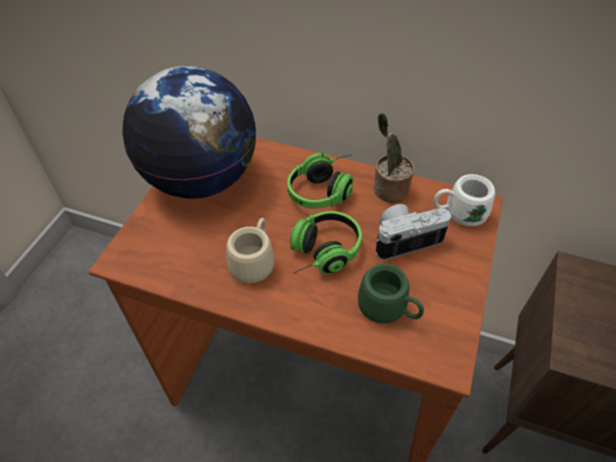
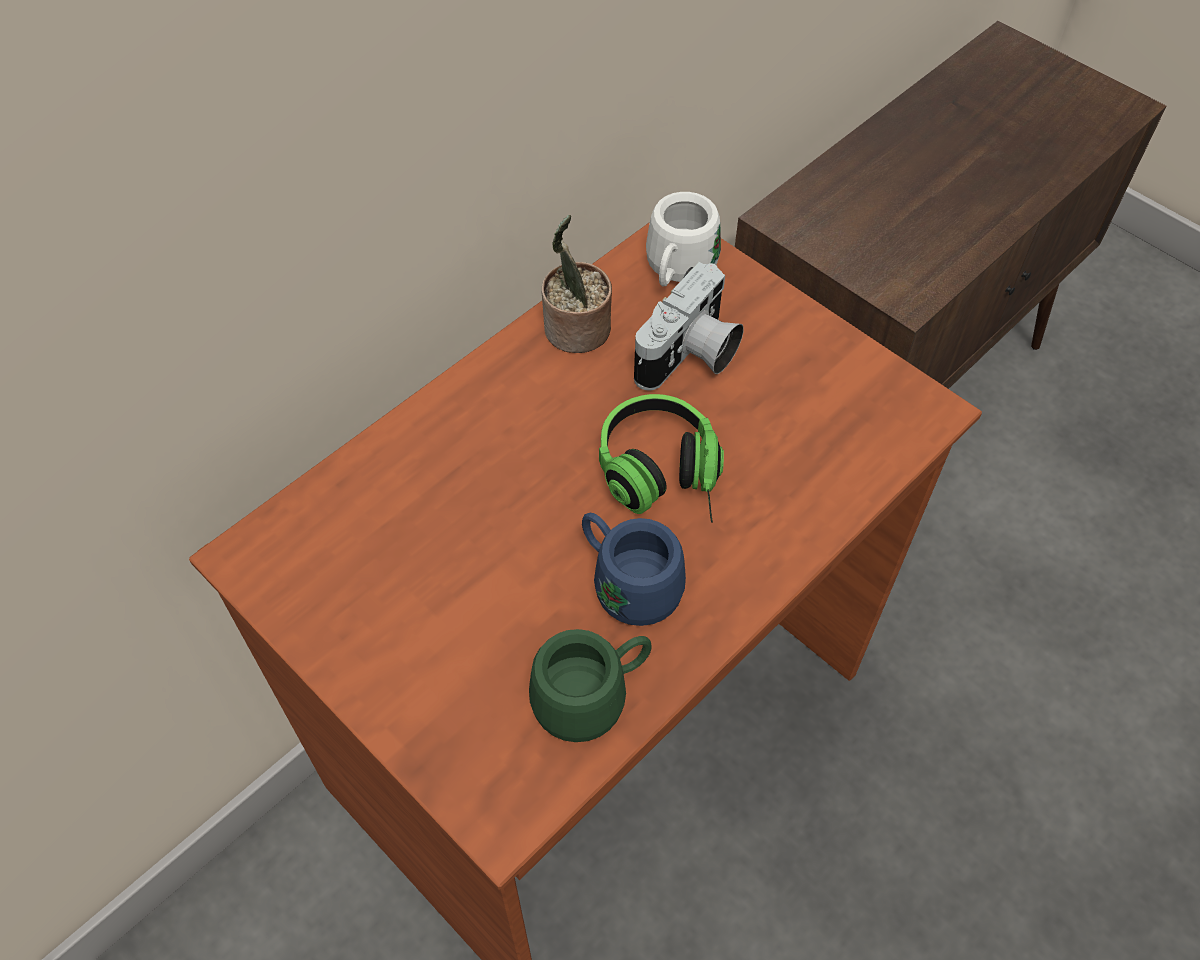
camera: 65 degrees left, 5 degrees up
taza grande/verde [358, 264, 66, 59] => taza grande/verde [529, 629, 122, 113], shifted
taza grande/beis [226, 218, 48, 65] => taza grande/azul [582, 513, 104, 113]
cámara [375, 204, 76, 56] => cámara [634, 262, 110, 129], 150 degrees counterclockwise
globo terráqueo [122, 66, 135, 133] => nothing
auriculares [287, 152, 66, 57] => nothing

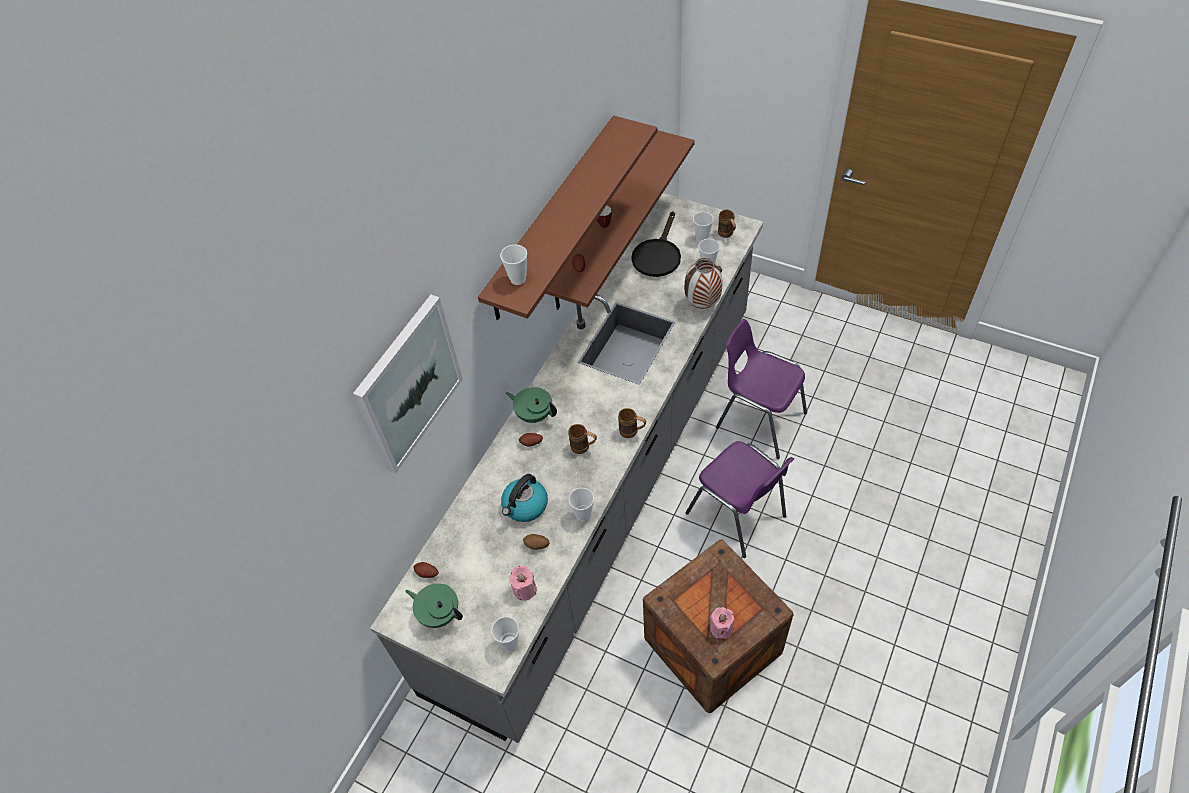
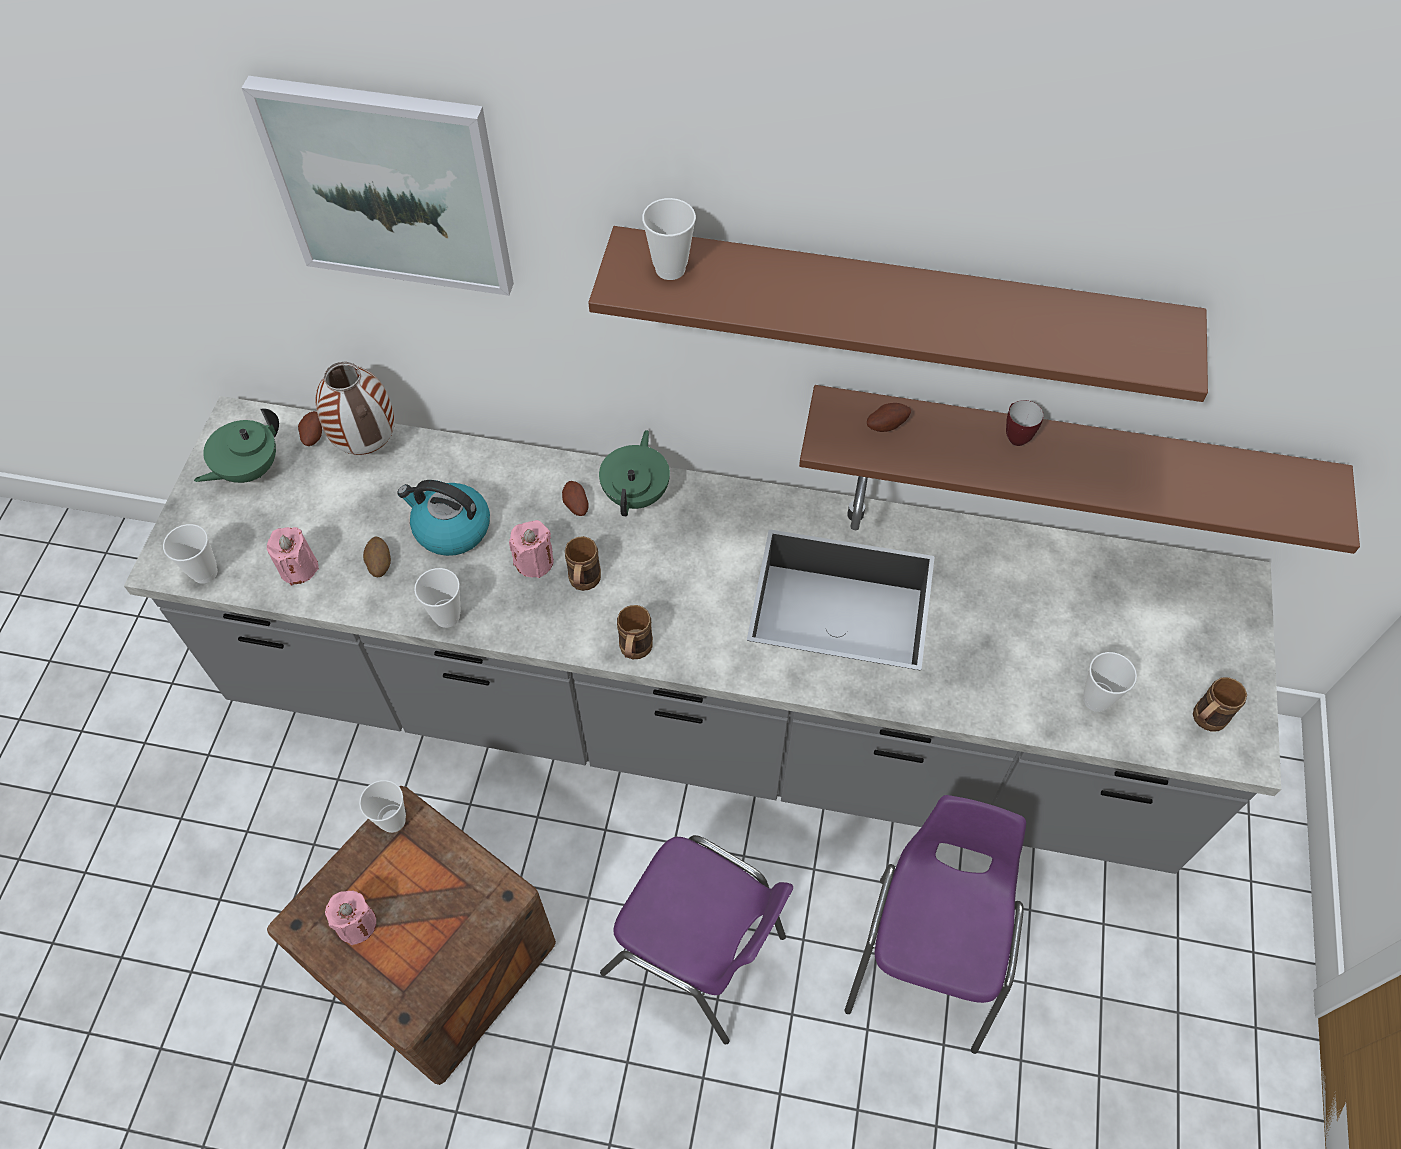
camera: 70 degrees right, 5 degrees up
tetera/verde [405, 583, 58, 45] => tetera/verde [194, 408, 85, 75], 150 degrees counterclockwise
florero [684, 258, 39, 51] => florero [315, 362, 80, 93], shifted
taza [693, 212, 20, 30] => taza [359, 780, 47, 53], shifted
nothing => vela/rosa [509, 520, 45, 58]
silla/morado [686, 441, 108, 117] => silla/morado [600, 835, 193, 210], 90 degrees counterclockwise
sartén/negro [631, 211, 50, 66] => nothing

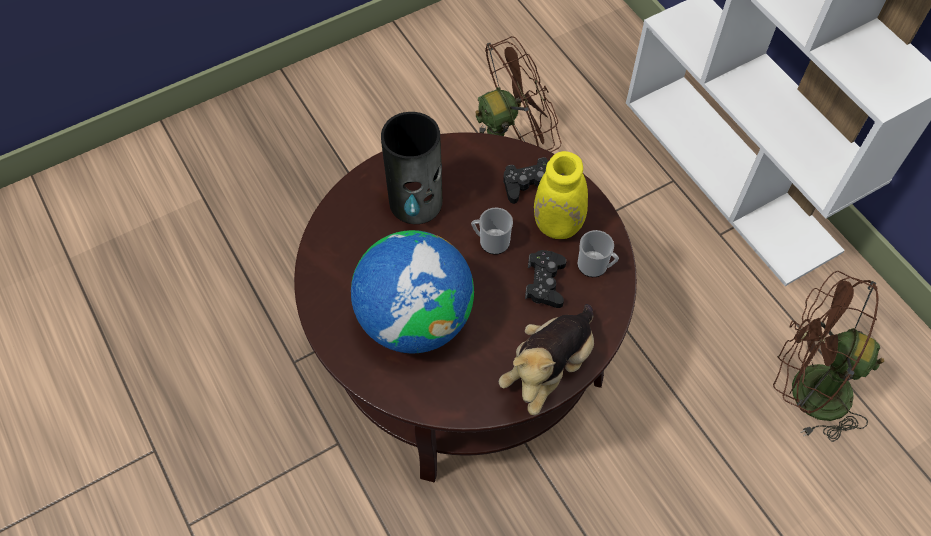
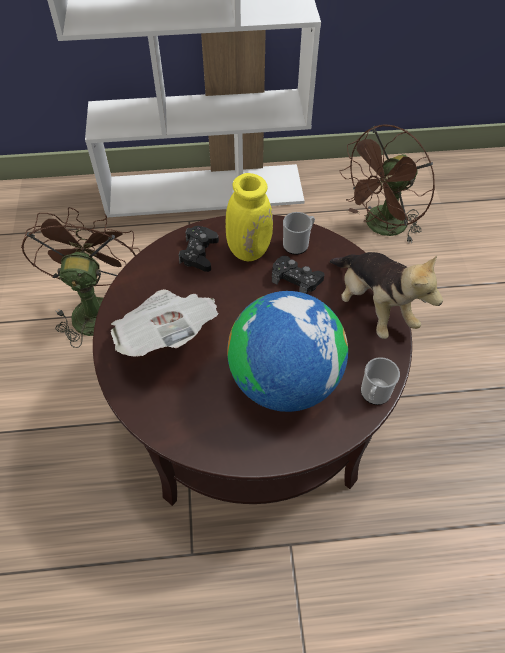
camera: 65 degrees left, 5 degrees down
florero [381, 112, 61, 112] => periódico [111, 289, 108, 68]
taza grande [471, 208, 42, 47] => taza grande [361, 357, 39, 48], shifted

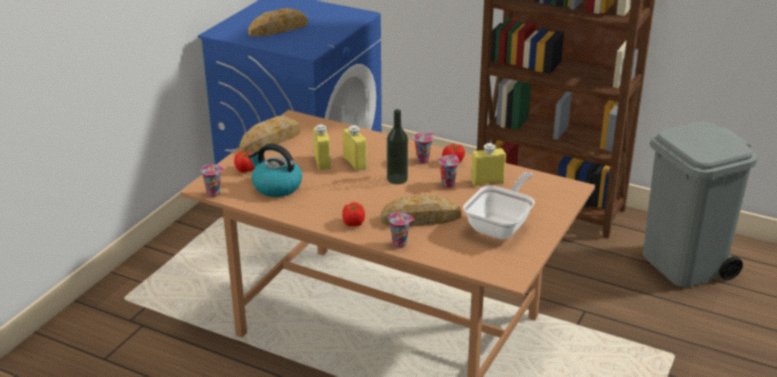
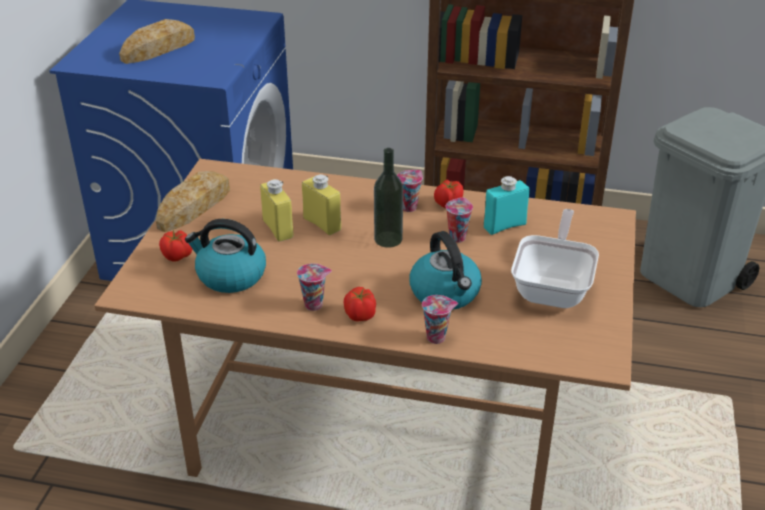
camera: 15 degrees left, 5 degrees up
taza [201, 164, 24, 33] => taza [297, 264, 35, 47], shifted
pan [381, 194, 81, 32] => hervidor [409, 231, 73, 79]
botella/amarillo [471, 143, 35, 43] => botella/turquesa [484, 176, 46, 59]

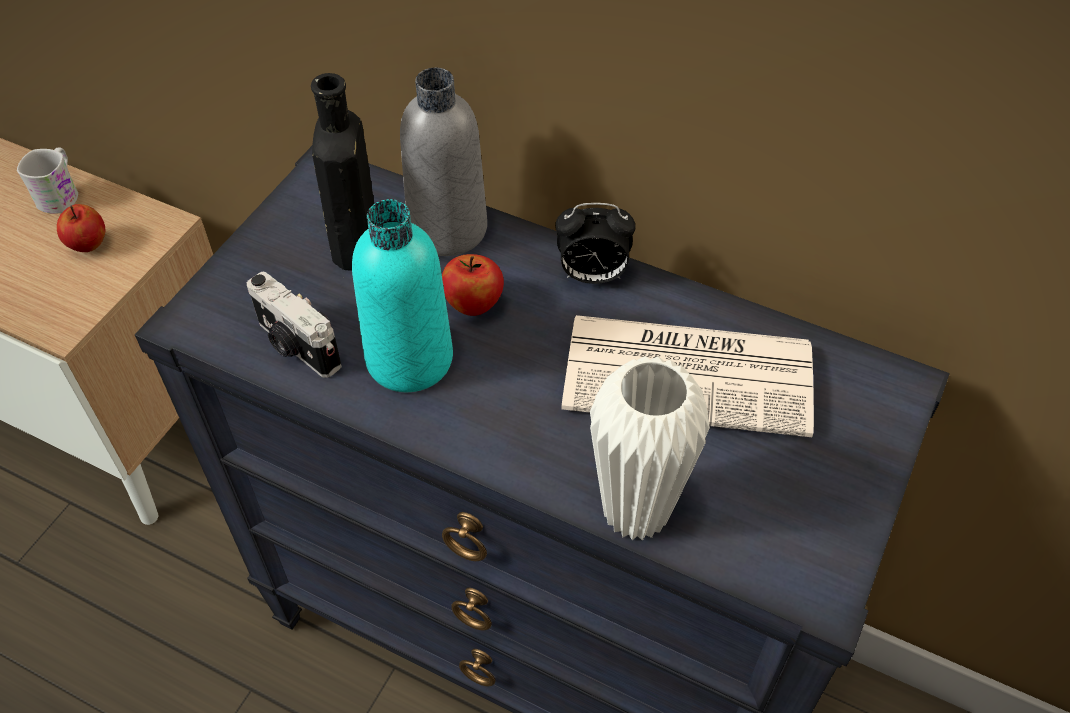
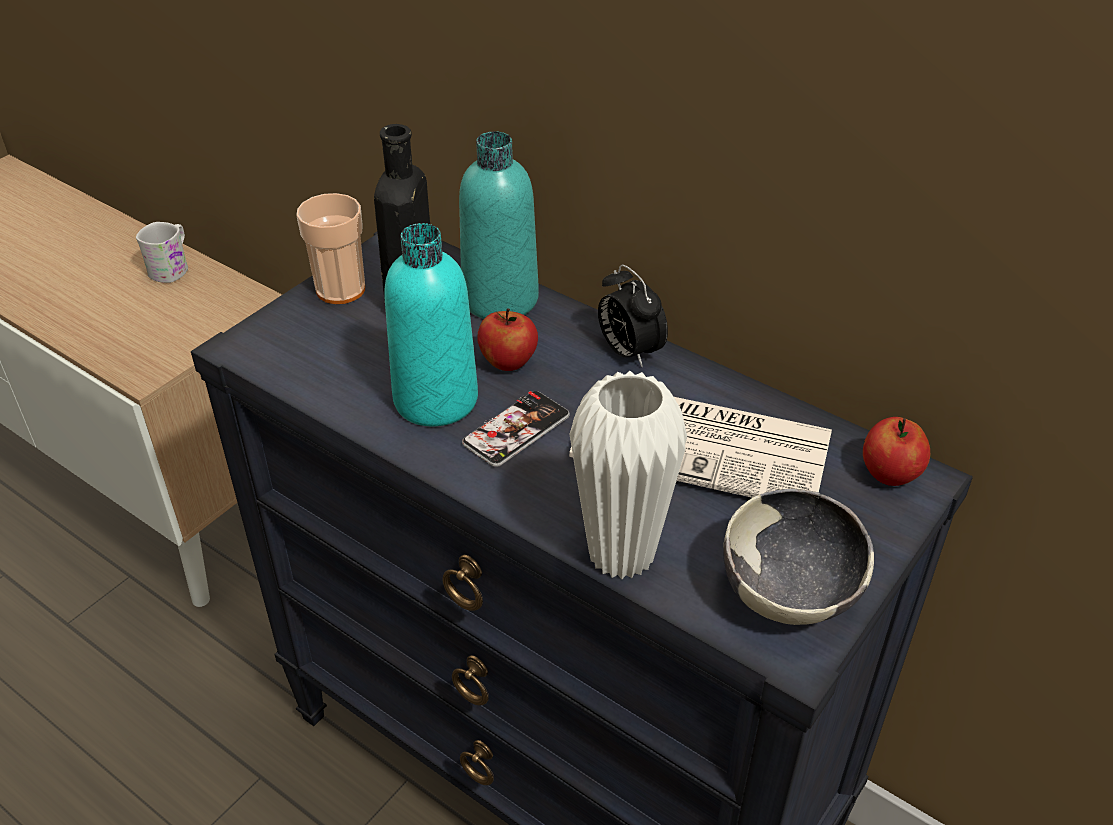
camera: 10 degrees right, 10 degrees down
nothing => taza [296, 193, 69, 111]
botella/gris [400, 68, 87, 188] => botella/turquesa [459, 131, 80, 188]
nothing => móvil [462, 391, 108, 76]
despertador [555, 203, 81, 81] => despertador [598, 264, 70, 103], 45 degrees clockwise
nothing => cuenco [723, 489, 151, 136]
manzana [57, 204, 48, 48] => manzana [863, 417, 67, 69], shifted
cámara [247, 272, 95, 106] => nothing

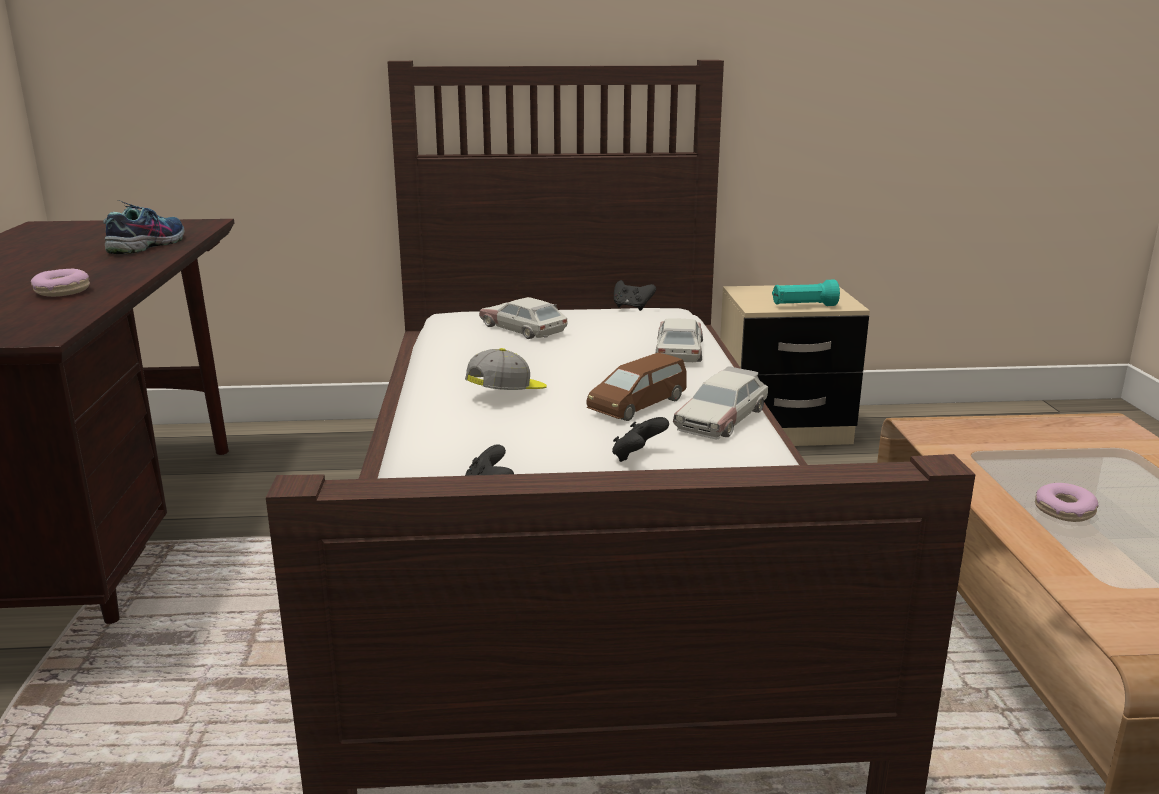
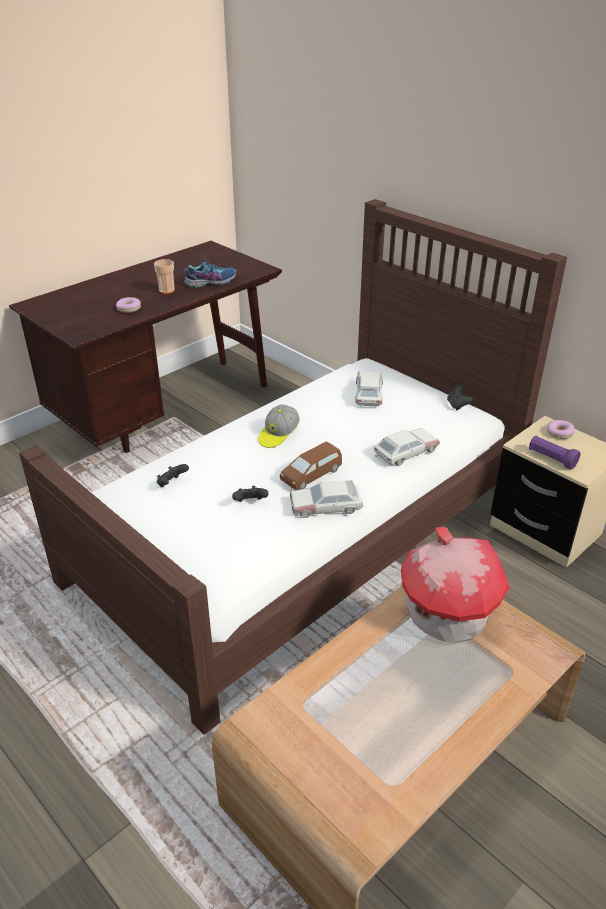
camera: 50 degrees right, 15 degrees up
nothing => taza [154, 259, 21, 35]
gorra [465, 348, 82, 42] => gorra [258, 404, 42, 44], 120 degrees clockwise
coche de juguete/marrón [587, 353, 100, 68] => coche de juguete/marrón [280, 441, 62, 49], 45 degrees counterclockwise
nothing => casita [401, 527, 109, 115]
linterna/turquesa [772, 280, 68, 26] => linterna/morado [529, 436, 52, 34]
rosquilla [1035, 483, 63, 39] => rosquilla [547, 420, 28, 19], shifted

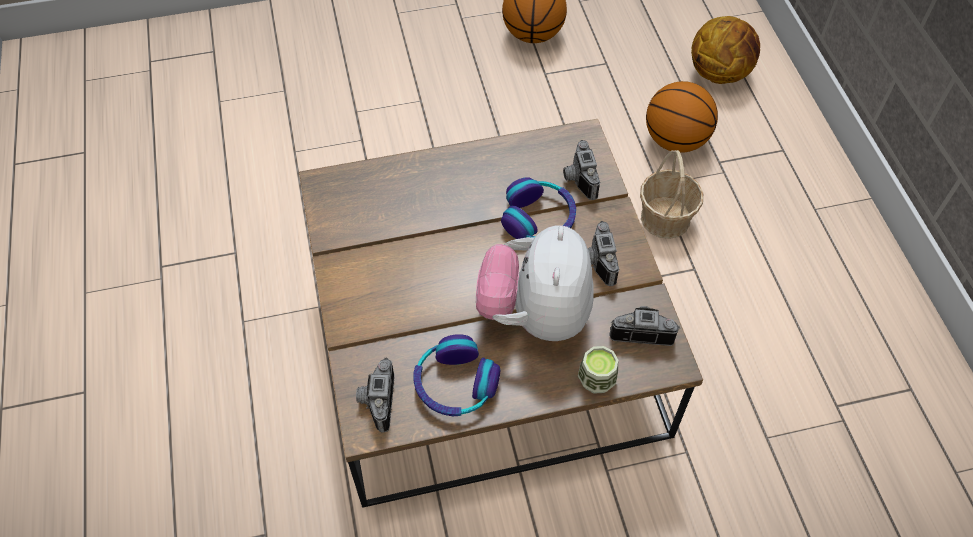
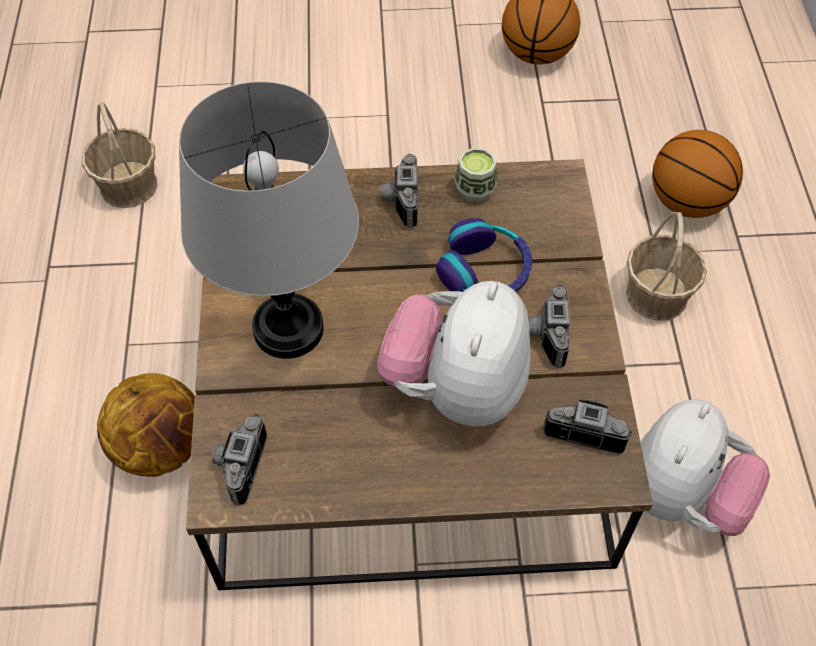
camera: 10 degrees right, 0 degrees up
nothing => cesta [82, 102, 76, 106]
balón de baloncesto [691, 16, 69, 68] => balón de baloncesto [97, 373, 98, 104], shifted
nothing => lámpara de mesa/gris [179, 81, 180, 278]
cámara [563, 140, 37, 60] => cámara [381, 154, 37, 74], shifted
taza [578, 346, 40, 48] => taza [455, 148, 42, 54], shifted
nothing => peluche [641, 399, 129, 137]
auriculares [414, 334, 86, 82] => nothing

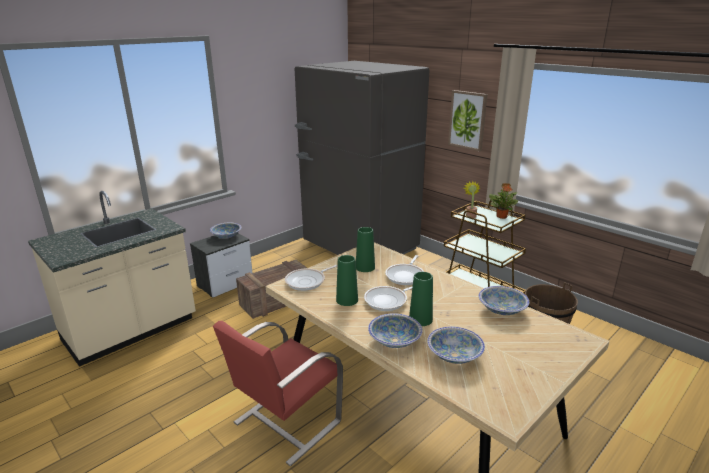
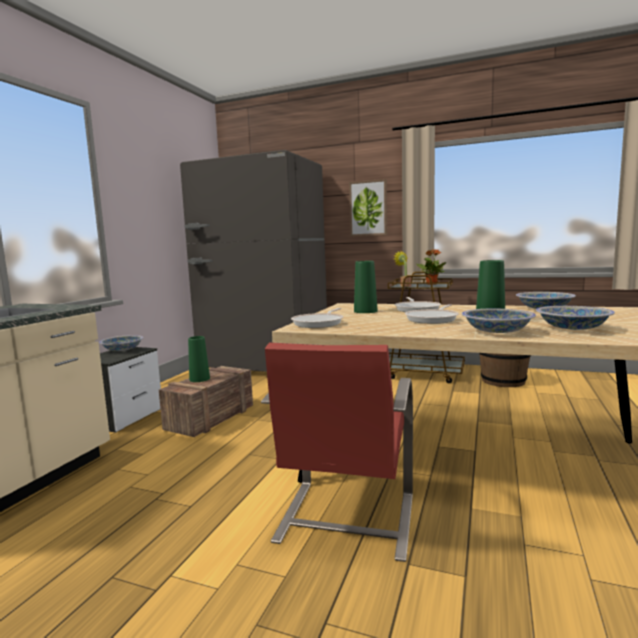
camera: 25 degrees left, 15 degrees down
florero/verde [336, 255, 22, 51] => florero/verde [188, 336, 22, 46], shifted

